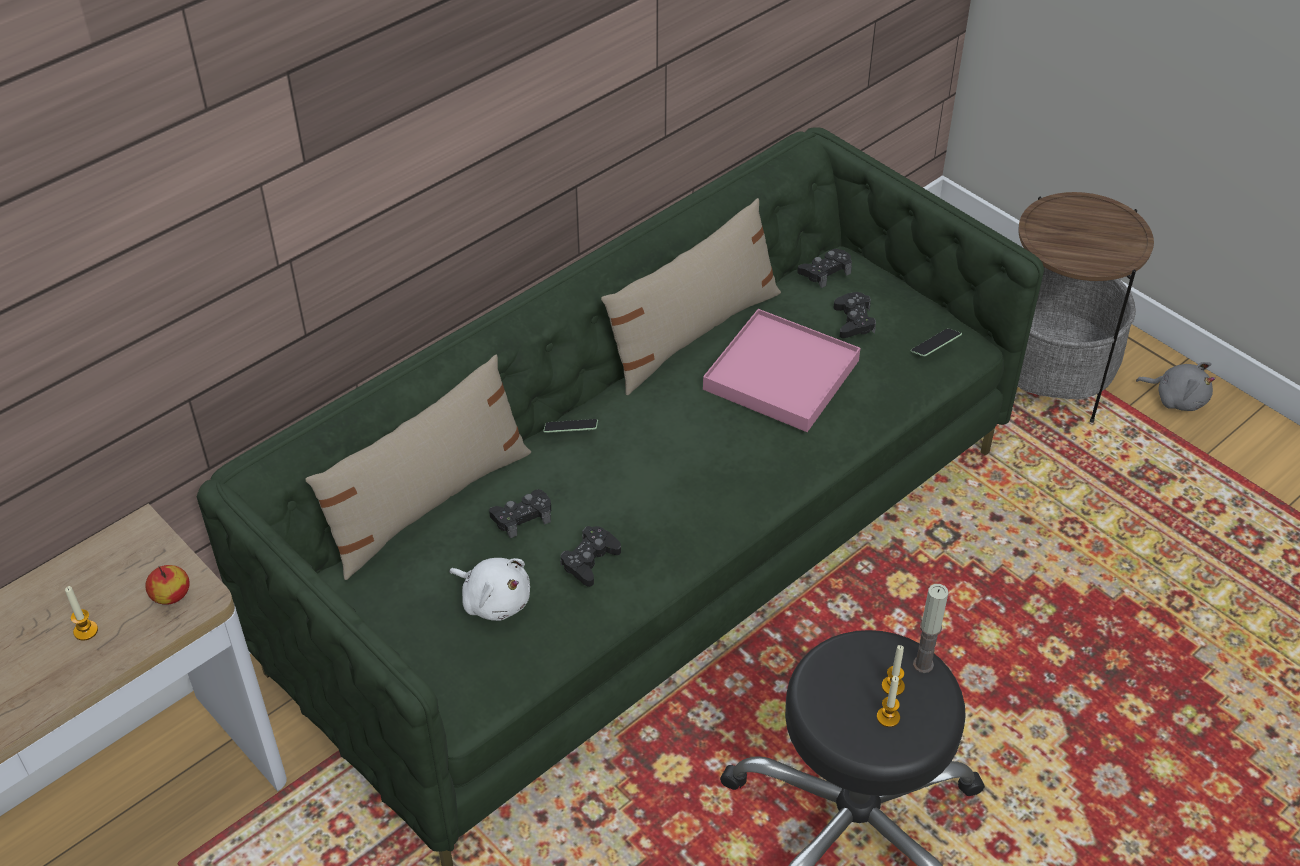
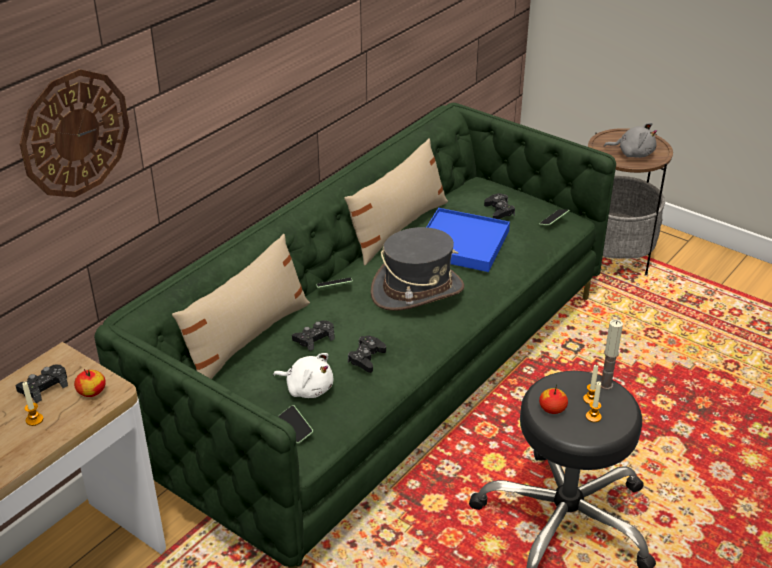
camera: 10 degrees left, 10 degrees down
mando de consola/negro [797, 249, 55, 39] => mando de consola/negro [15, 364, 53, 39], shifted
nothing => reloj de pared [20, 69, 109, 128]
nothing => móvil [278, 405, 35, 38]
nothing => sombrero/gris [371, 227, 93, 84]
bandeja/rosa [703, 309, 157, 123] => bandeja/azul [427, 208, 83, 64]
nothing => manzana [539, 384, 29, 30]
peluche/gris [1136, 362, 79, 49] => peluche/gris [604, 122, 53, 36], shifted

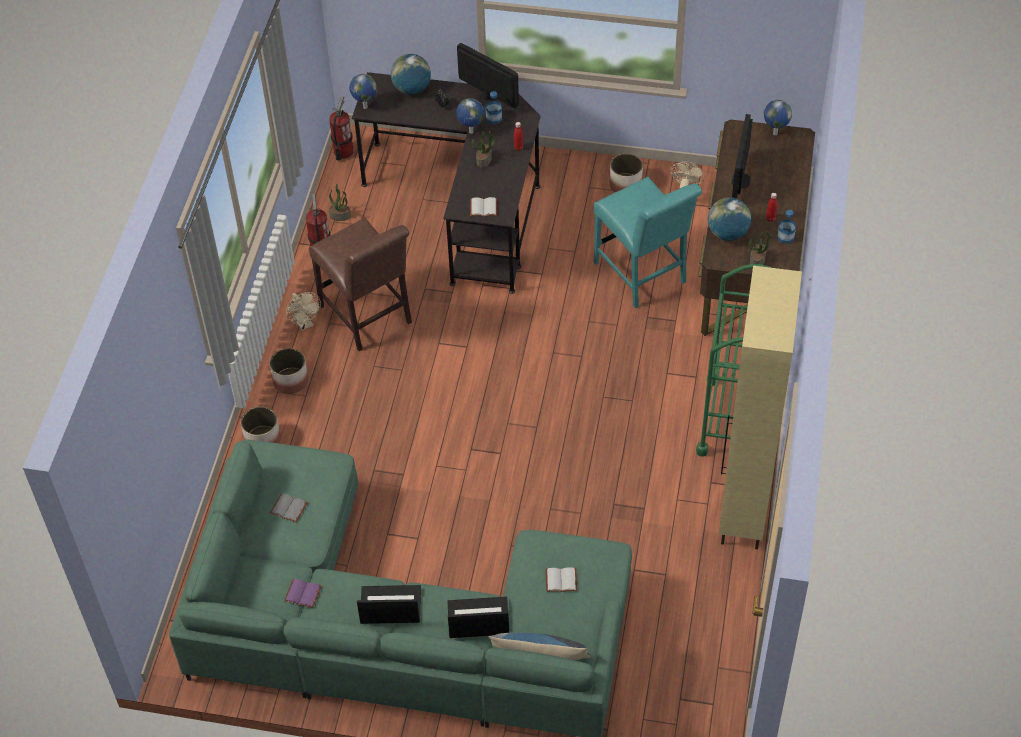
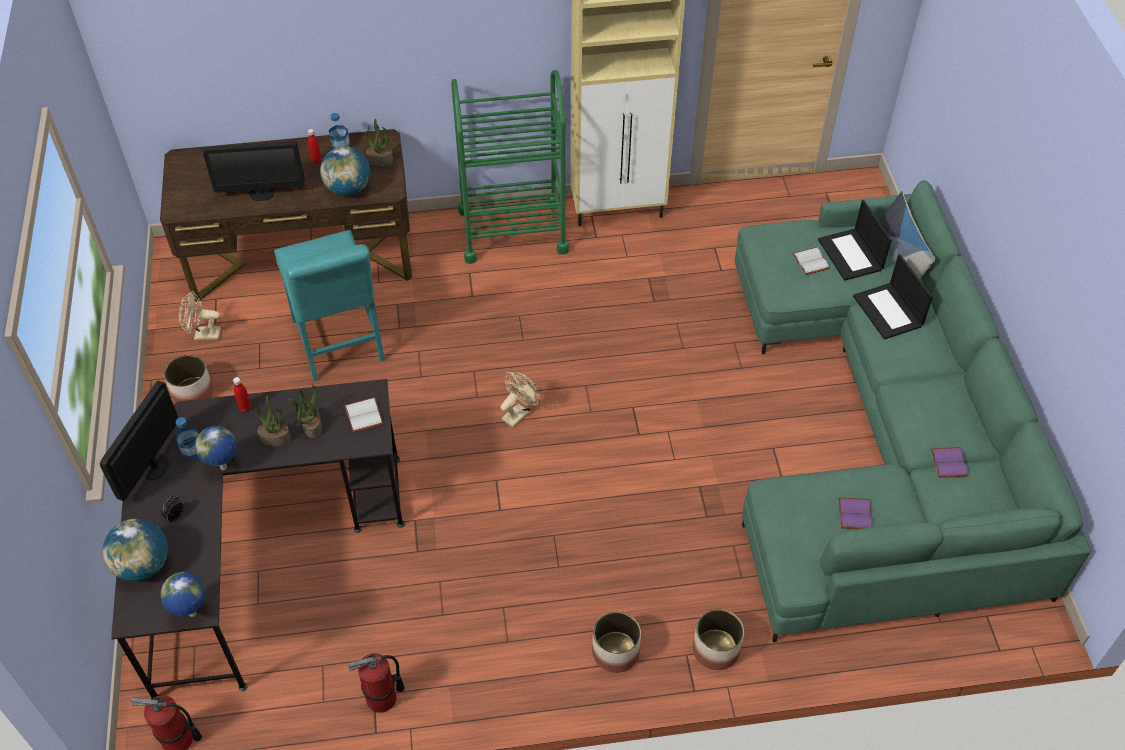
camera: 110 degrees left, 0 degrees up
silla/turquesa [593, 177, 109, 131] => silla/turquesa [274, 230, 111, 151], 120 degrees clockwise
planta en maceta [329, 184, 22, 37] => planta en maceta [289, 384, 33, 54], shifted
ventilador/beis [286, 292, 35, 39] => ventilador/beis [500, 372, 40, 56], shifted
portátil [357, 585, 64, 39] => portátil [818, 200, 74, 81], shifted
libro/gris [270, 493, 38, 29] => libro/morado [838, 497, 35, 32]
silla/marrón [309, 218, 103, 133] => nothing
globo terráqueo [764, 100, 28, 35] => nothing

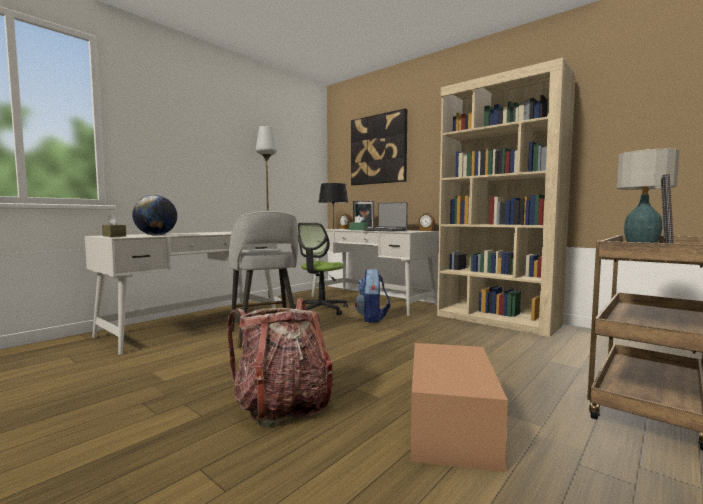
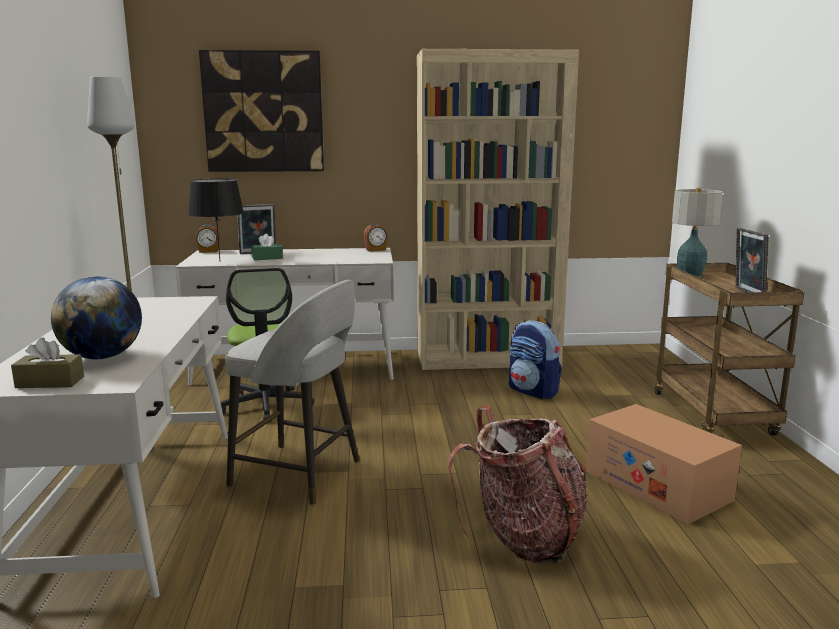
camera: 45 degrees left, 10 degrees up
mochila [355, 269, 35, 54] => mochila [509, 321, 53, 78], shifted
portátil [363, 202, 45, 29] => nothing

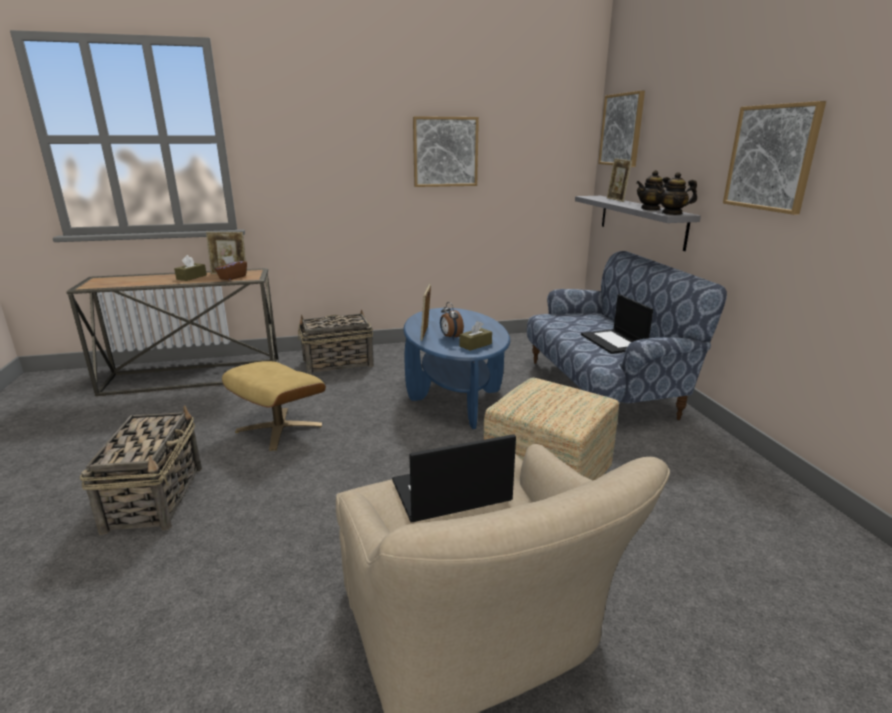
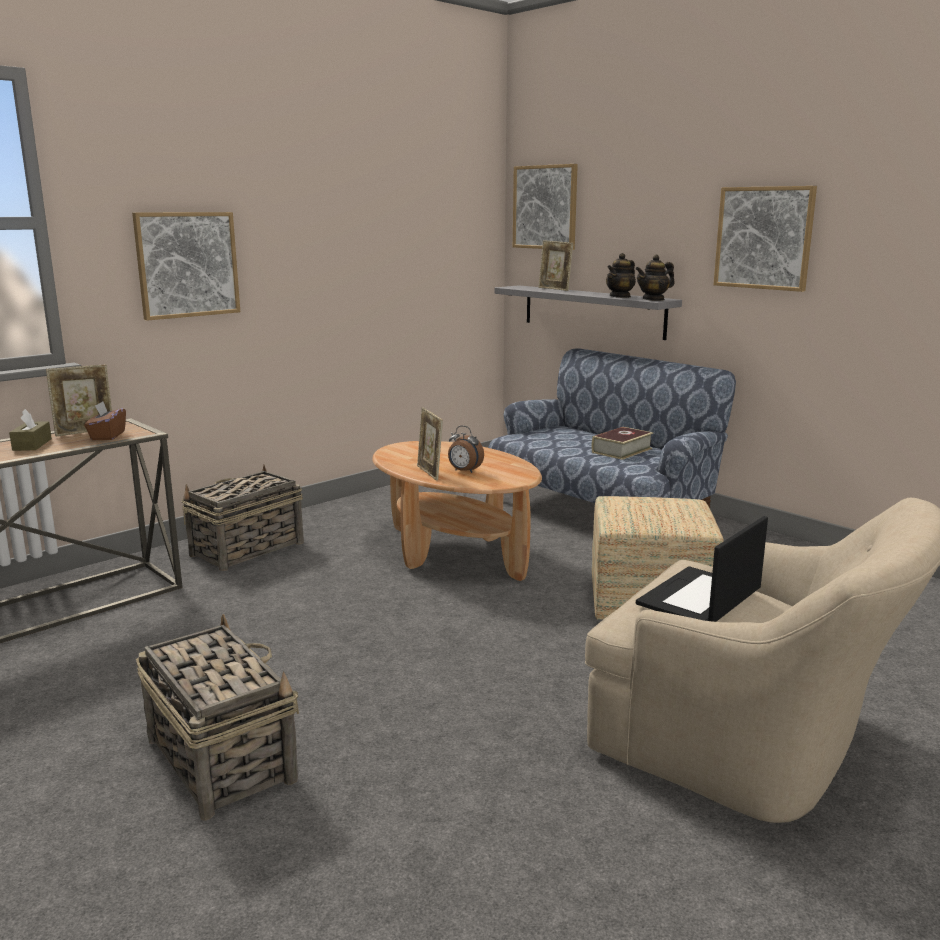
camera: 30 degrees left, 5 degrees down
cuadro [413, 116, 66, 71] => cuadro [132, 212, 108, 109], shifted
mesa de centro/azul [403, 308, 107, 121] => mesa de centro/marrón [372, 441, 170, 140]
portátil [581, 294, 72, 60] => libro [592, 427, 61, 33]
puf/beis [222, 361, 104, 90] => nothing
caja de pañuelos/marrón [459, 321, 33, 30] => nothing

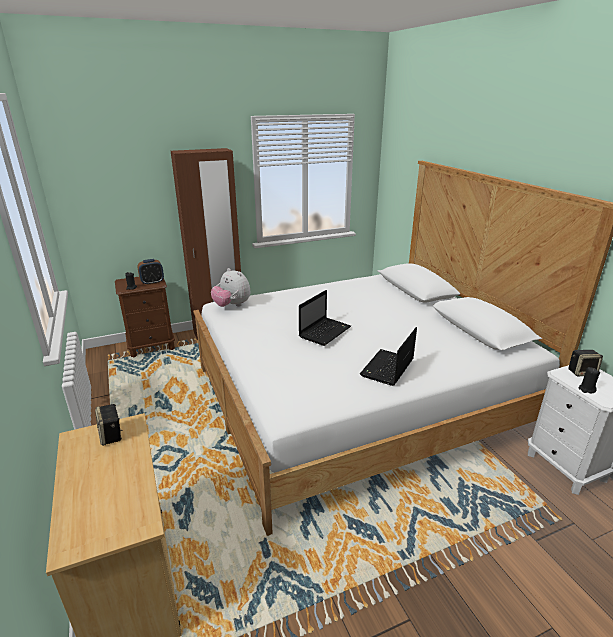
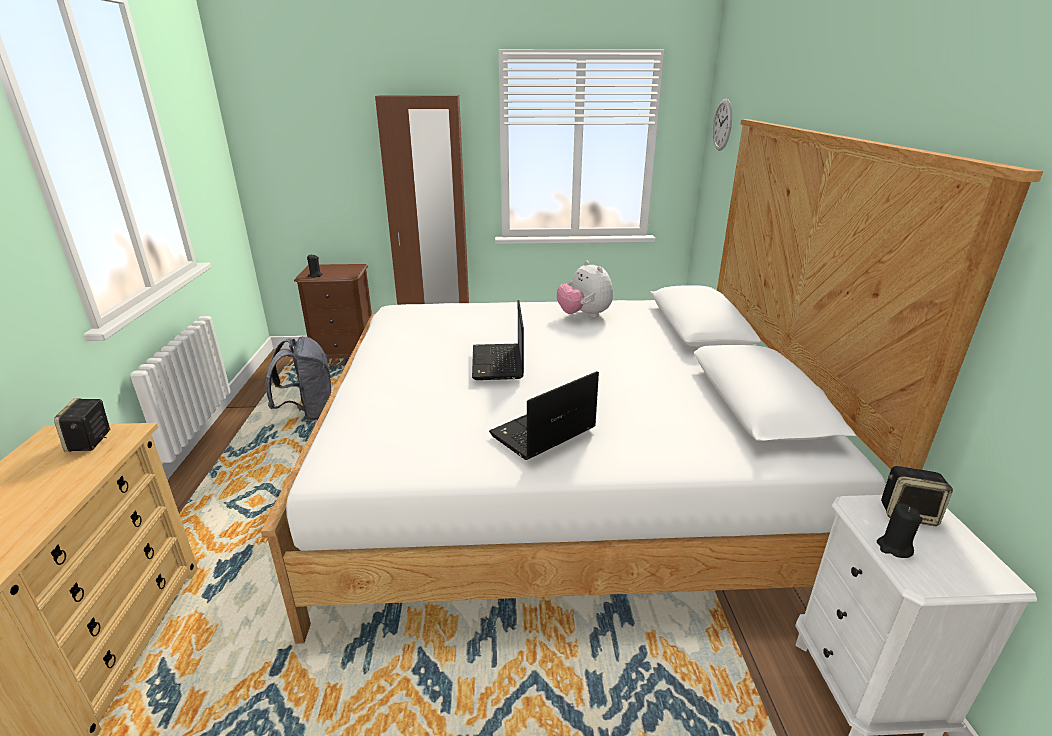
camera: 20 degrees right, 0 degrees up
nothing => mochila/gris [265, 336, 66, 85]
portátil [299, 290, 52, 56] => portátil [472, 300, 52, 80], 120 degrees clockwise
peluche [211, 268, 39, 39] => peluche [557, 261, 56, 57], shifted
nothing => reloj de pared [713, 99, 19, 52]
despertador [137, 259, 27, 26] => nothing

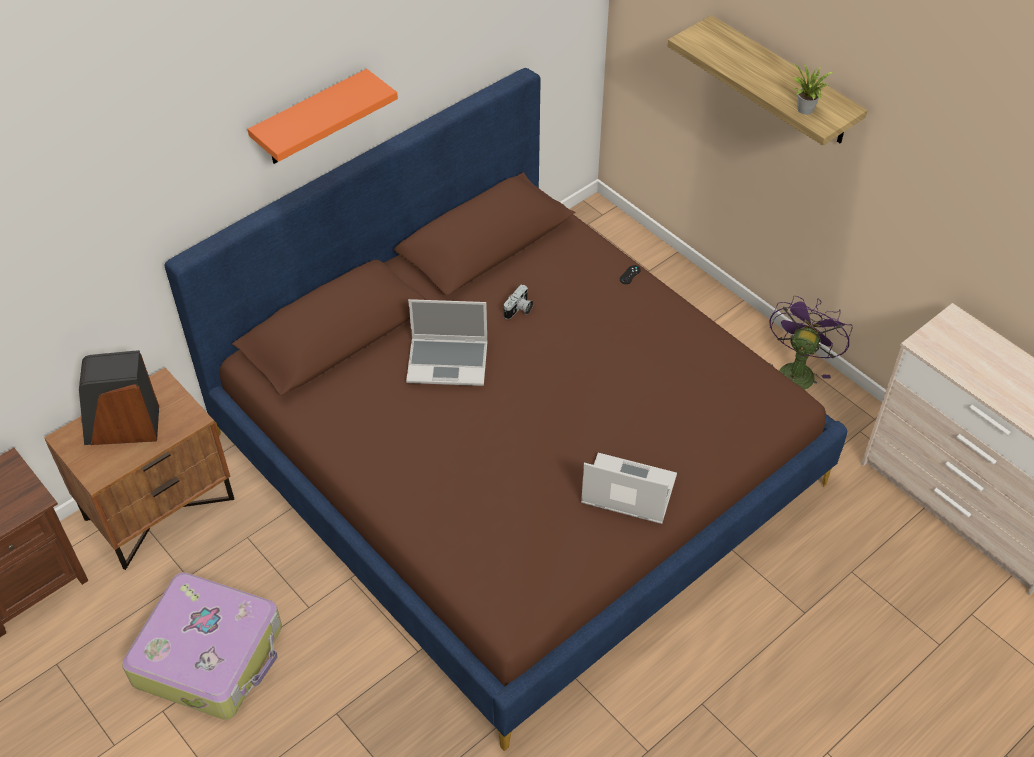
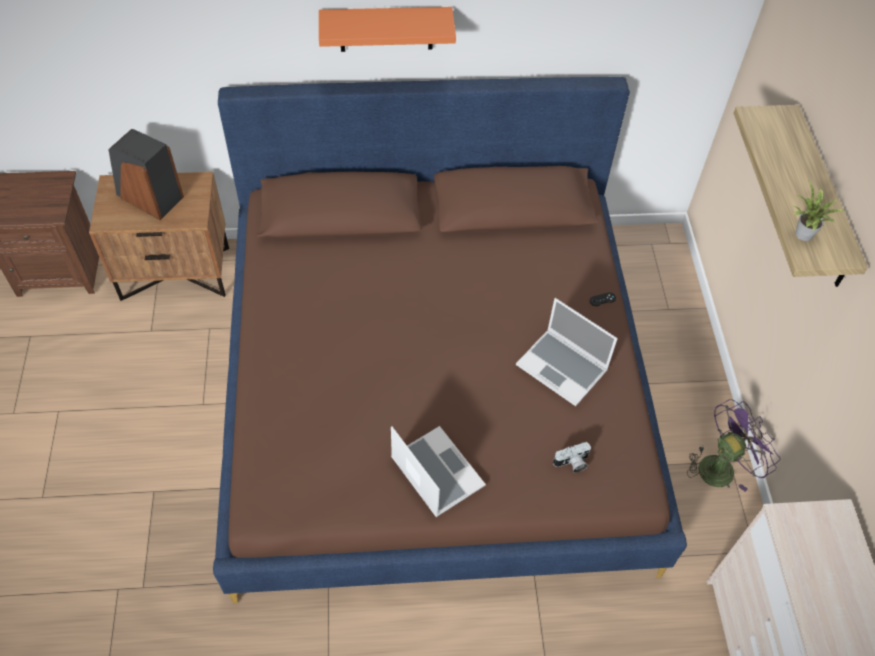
camera: 35 degrees right, 5 degrees up
portátil [406, 299, 82, 87] => portátil [516, 298, 102, 108], shifted
cámara [504, 285, 30, 34] => cámara [553, 442, 38, 31], shifted
maleta [122, 572, 160, 148] => nothing

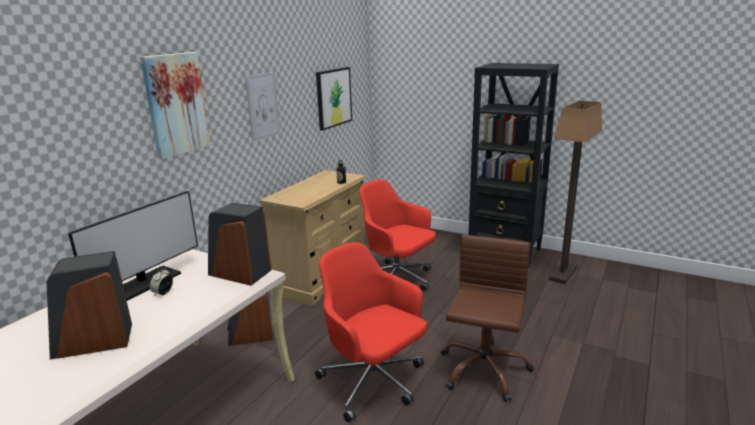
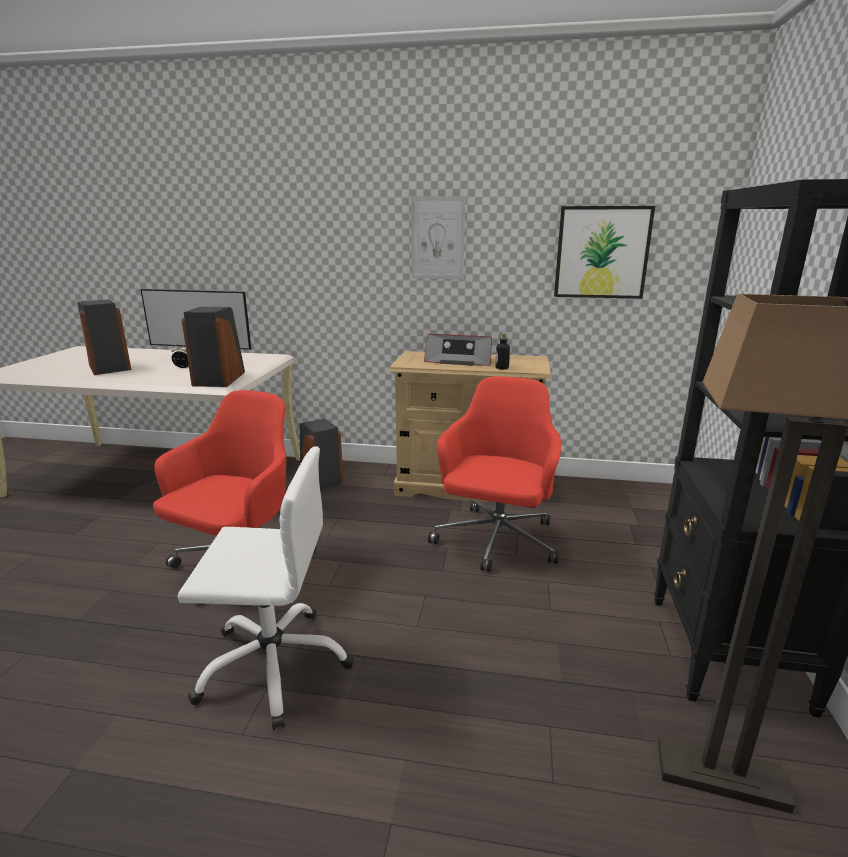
camera: 70 degrees right, 0 degrees up
silla de oficina/marrón [441, 235, 93, 167] => silla de oficina/blanco [177, 446, 177, 284]
nothing => radio [424, 334, 68, 32]
cuadro [140, 52, 71, 107] => nothing

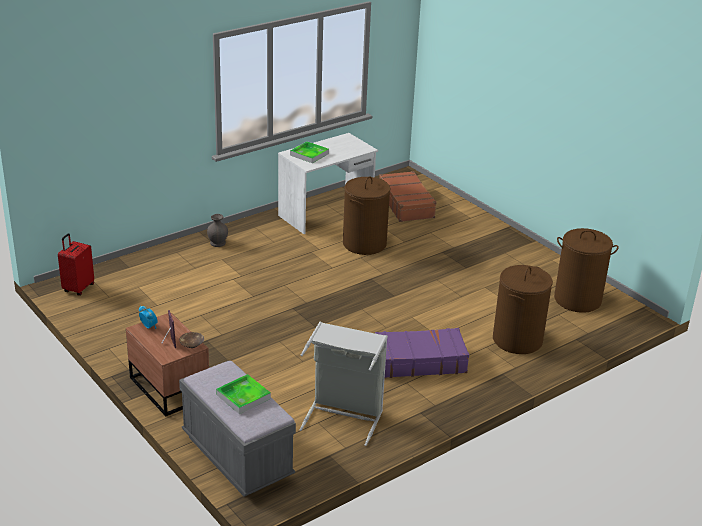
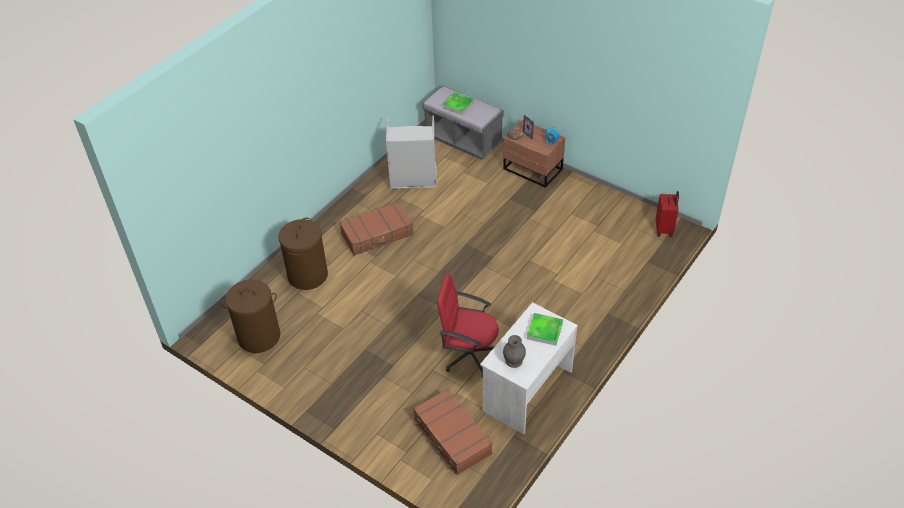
camera: 165 degrees right, 15 degrees up
maleta/morado [375, 328, 94, 50] => maleta/marrón [339, 201, 75, 55]
cesto de la ropa/marrón [343, 176, 48, 79] => silla de oficina/rojo [437, 273, 62, 105]
florero/gris [207, 214, 21, 33] => florero/gris [503, 335, 23, 33], shifted

